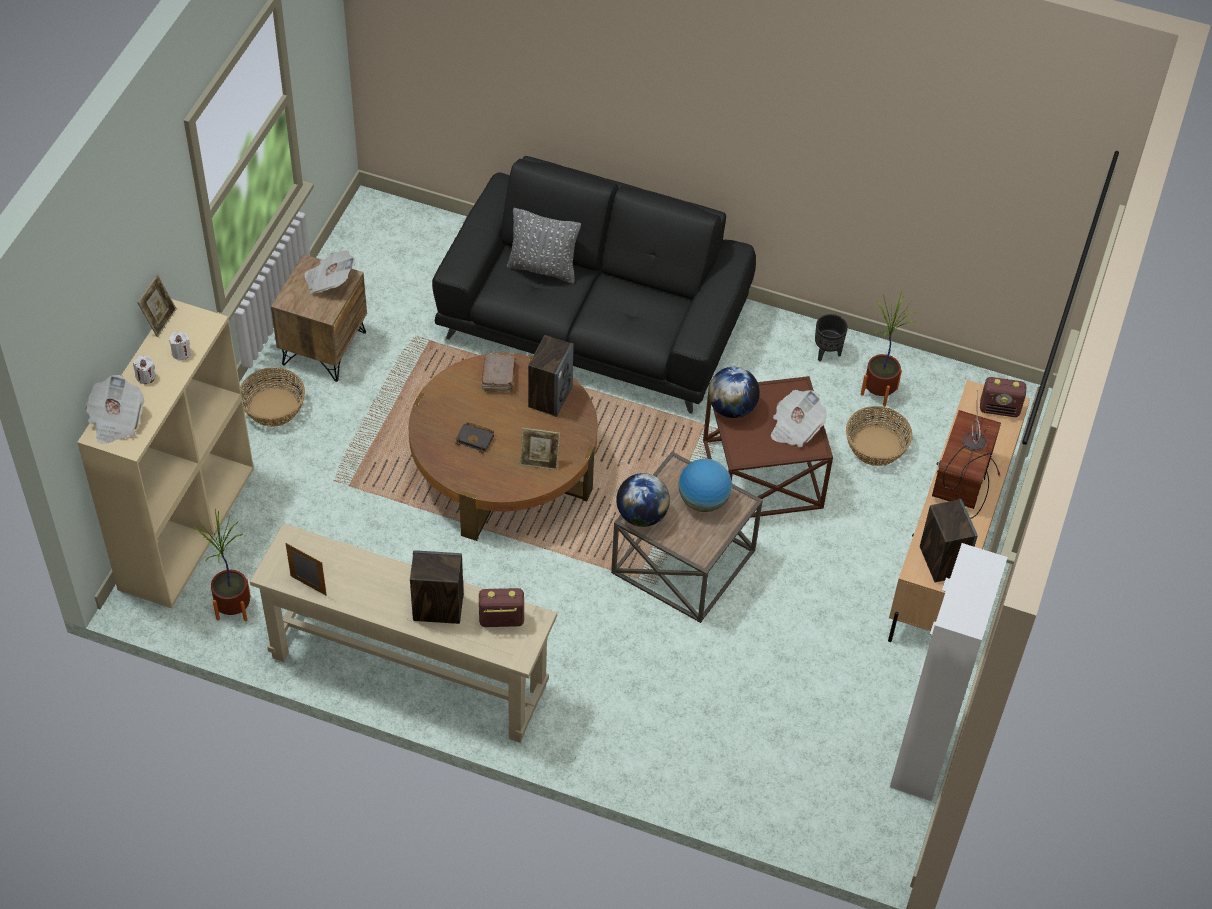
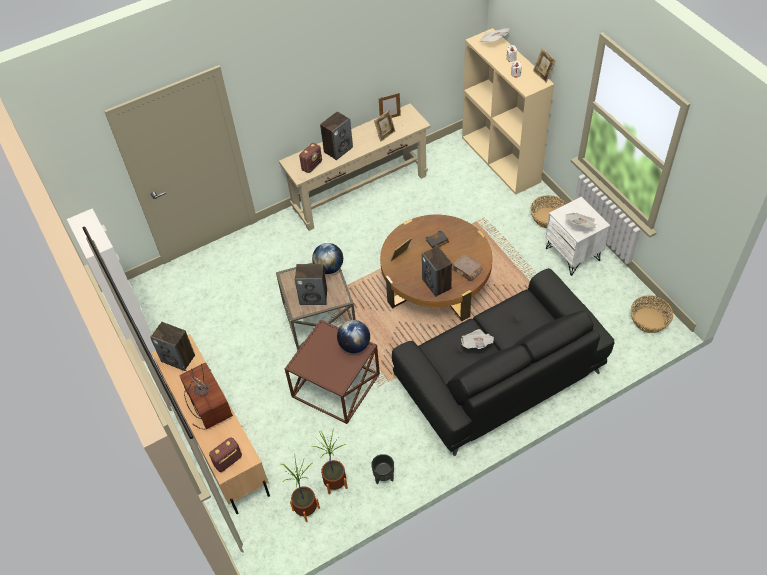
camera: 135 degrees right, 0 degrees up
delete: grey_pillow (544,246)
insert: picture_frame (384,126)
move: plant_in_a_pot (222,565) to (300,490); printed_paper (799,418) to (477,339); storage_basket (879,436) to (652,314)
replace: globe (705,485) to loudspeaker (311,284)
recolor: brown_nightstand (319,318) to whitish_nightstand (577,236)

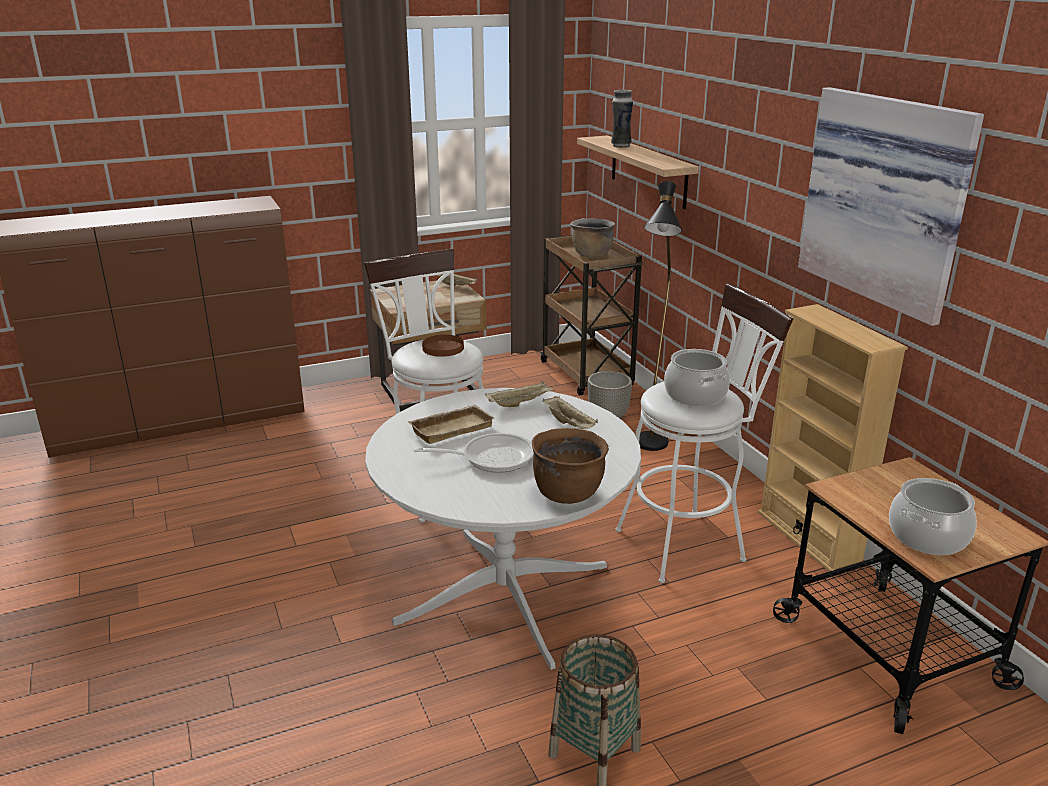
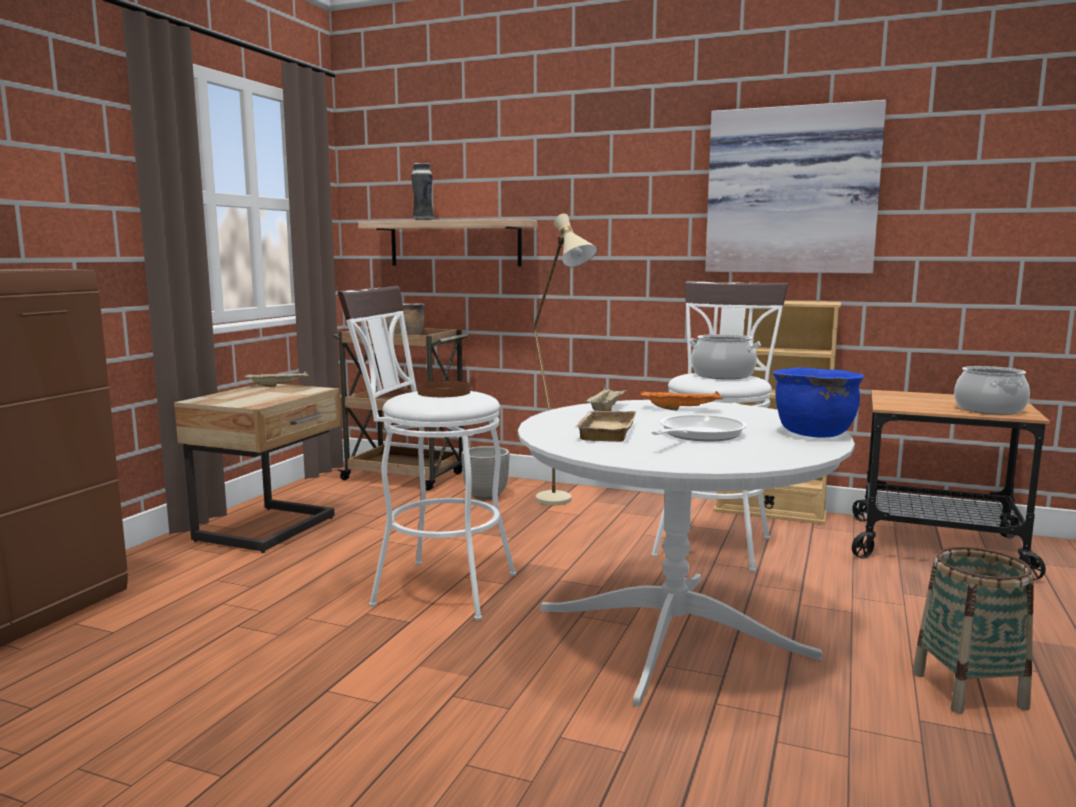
camera: 45 degrees left, 15 degrees down
recolor: brown_stockpot (570,466) to bluish_stockpot (818,403); beige-coloured_serving_tray (570,412) to orangey_serving_tray (681,401); blackish_floor_lamp (660,316) to beige-coloured_floor_lamp (566,359)

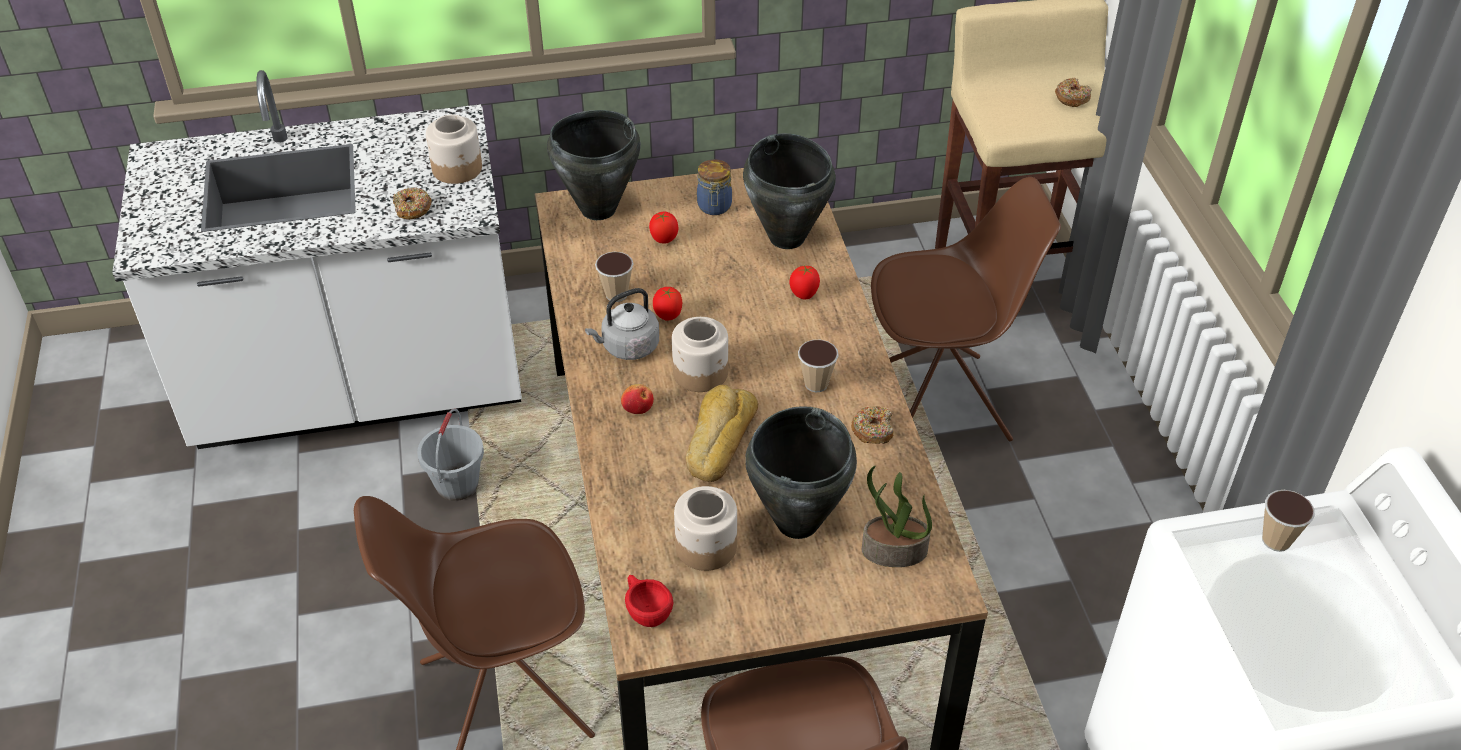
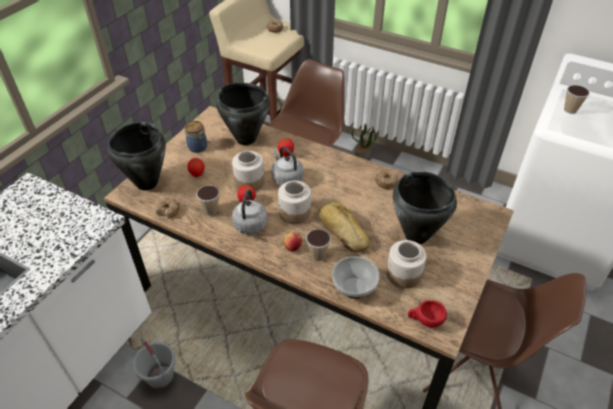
camera: 50 degrees left, 0 degrees up
insert: grey_tea_kettle (287,166); serving_bowl (355,277)
move: doughnut (412,203) to (167,208); storage_jar (454,149) to (248,171); cup (818,366) to (318,245); plant_in_a_pot (897,516) to (364,141)

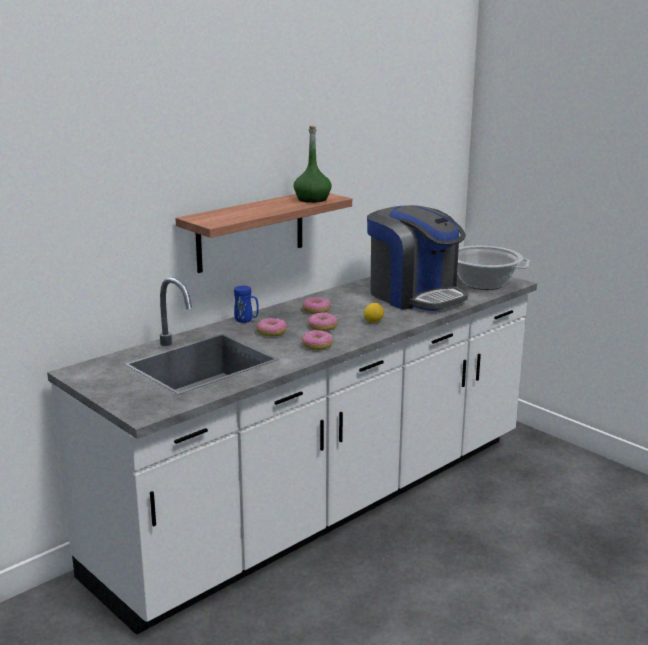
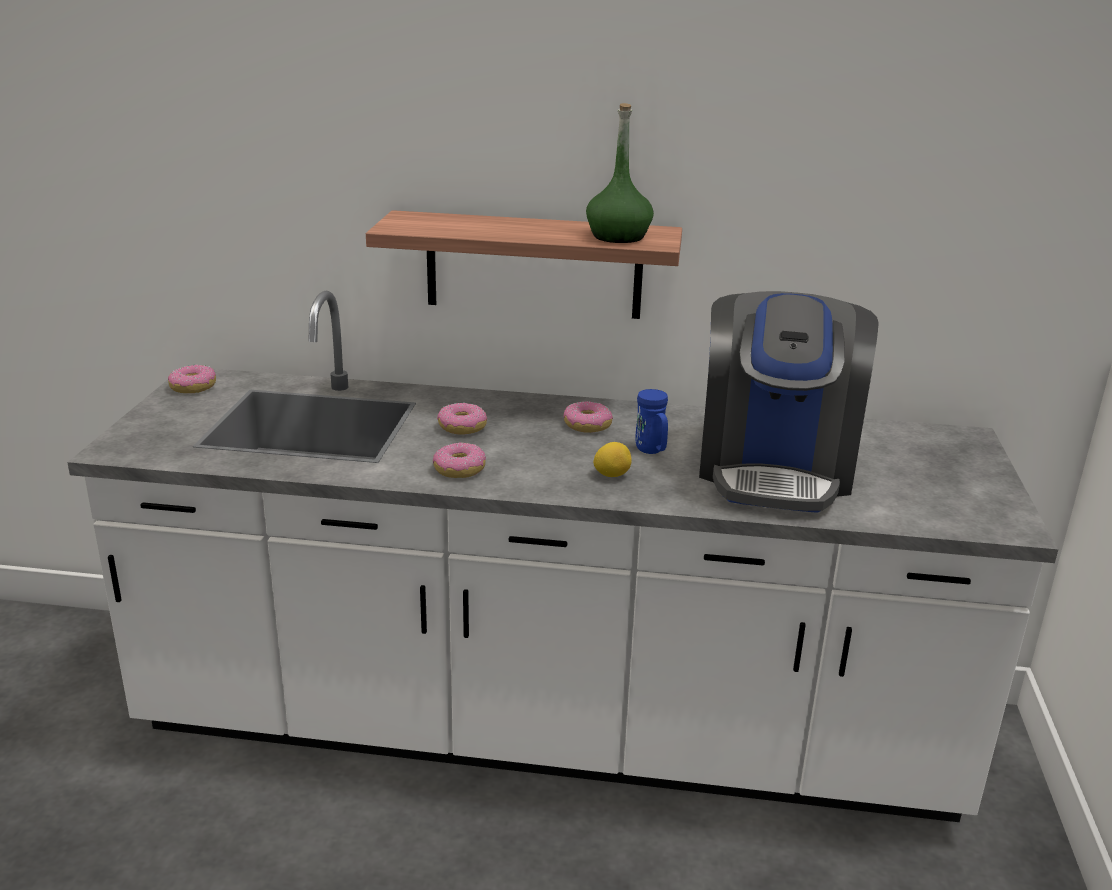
camera: 50 degrees right, 5 degrees up
delete: stockpot (493,268)
move: bluish_mug (246,304) to (651,421); doughnut (322,321) to (192,378)

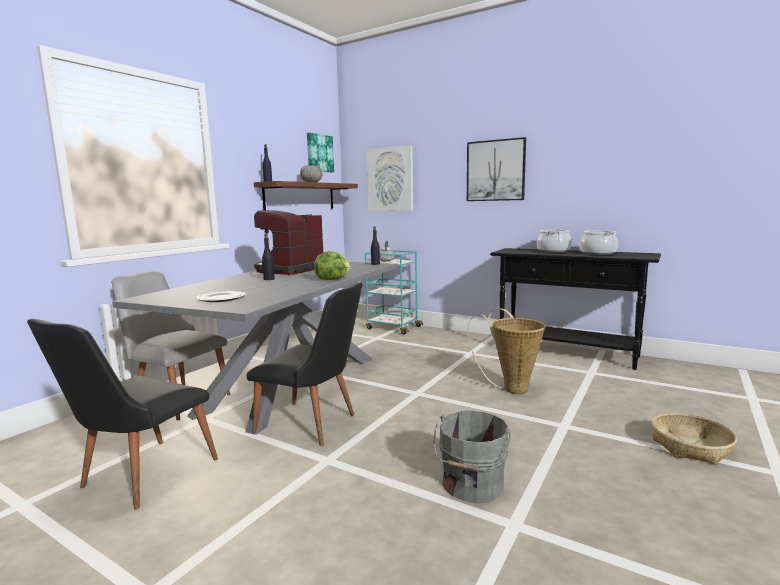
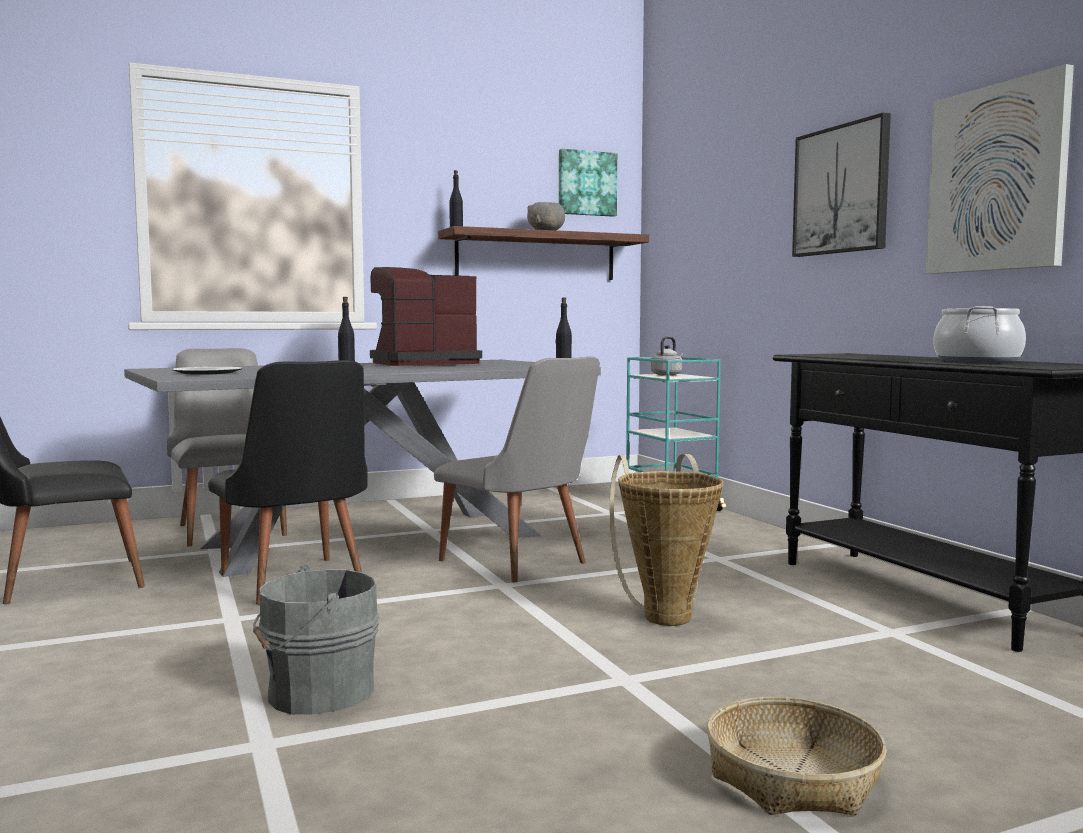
camera: 35 degrees right, 5 degrees down
delete: lettuce (332,265); stockpot (554,240)
insert: grey_upright_chair (517,469)
move: wall_picture (389,178) to (1000,169)

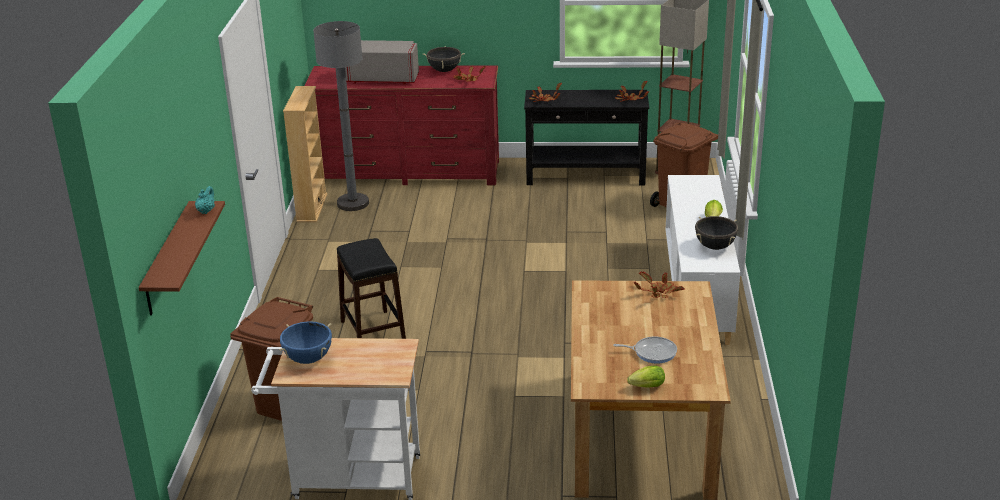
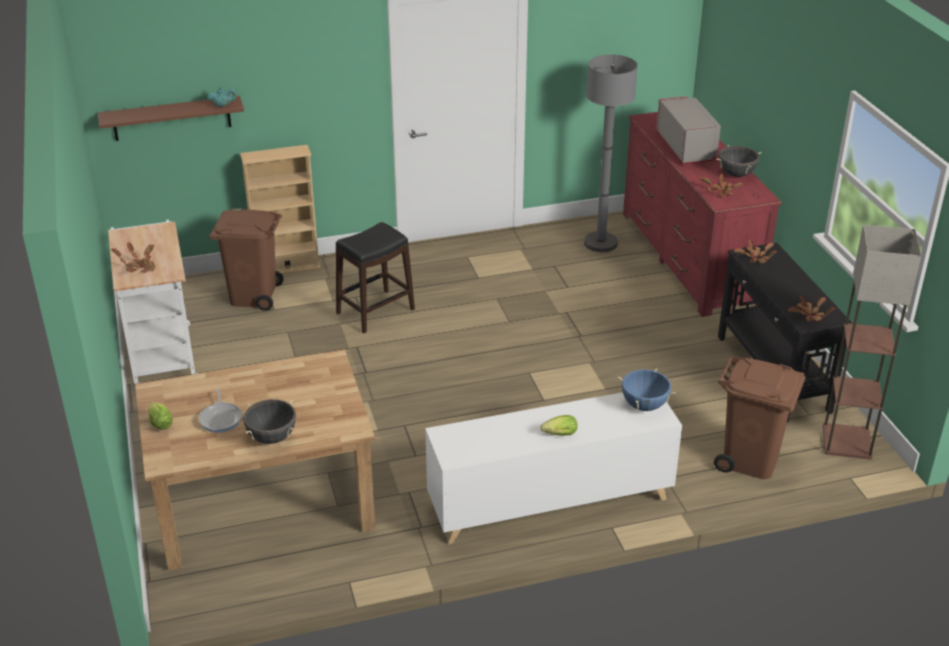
camera: 70 degrees right, 5 degrees up
move: bluish_stockpot (305,342) to (647,389); beige-coloured_bookshelf (305,154) to (280,209); plant_in_a_pot (659,284) to (133,257); blackish_stockpot (716,233) to (269,421)

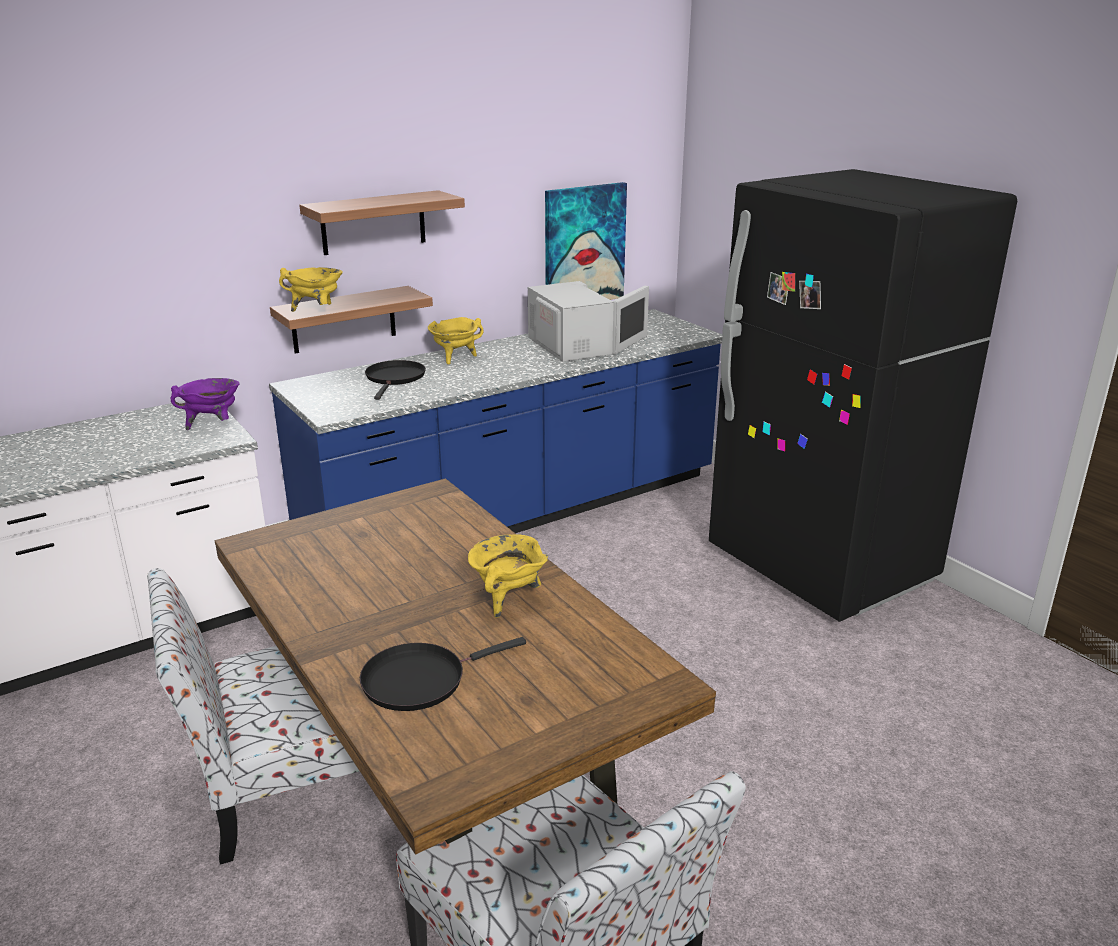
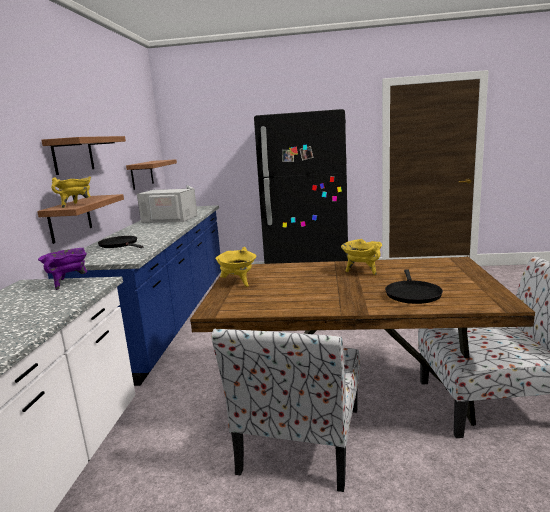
camera: 50 degrees left, 10 degrees down
move: yellow_stockpot (456,341) to (235,267)
replace: wall_picture (586,241) to bracket_shelf (151,174)

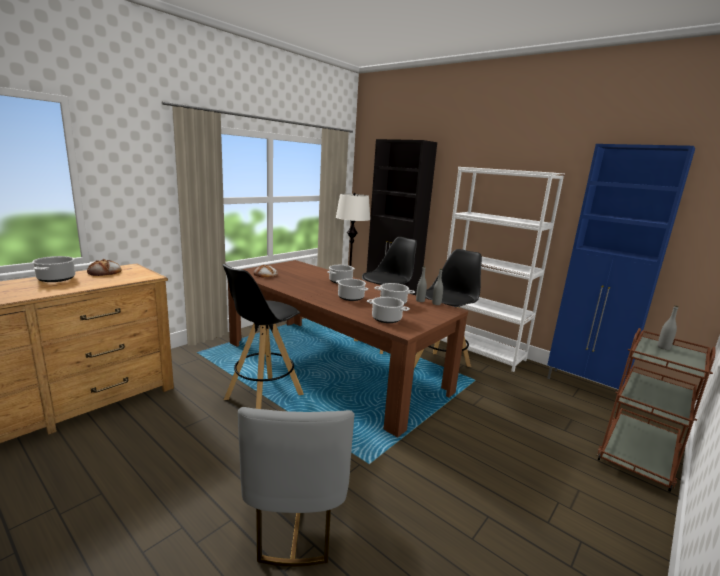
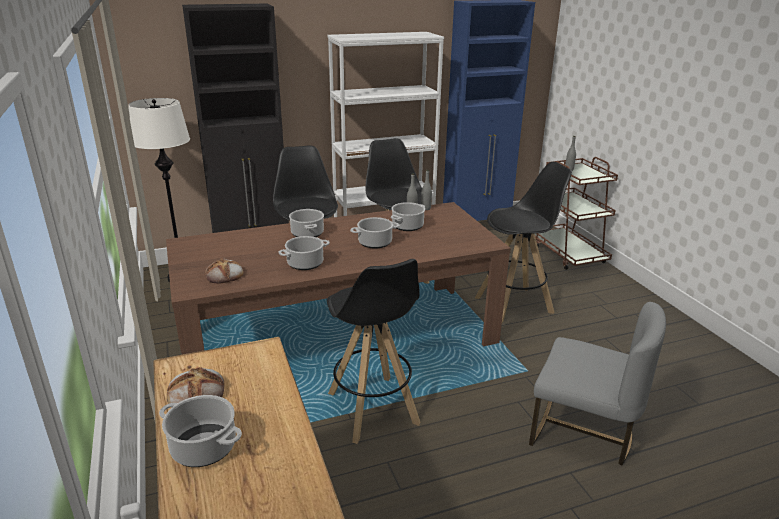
camera: 60 degrees left, 10 degrees up
insert: blackish_sitting_stool (523,242)
move: stockpot (388,310) to (304,253)

